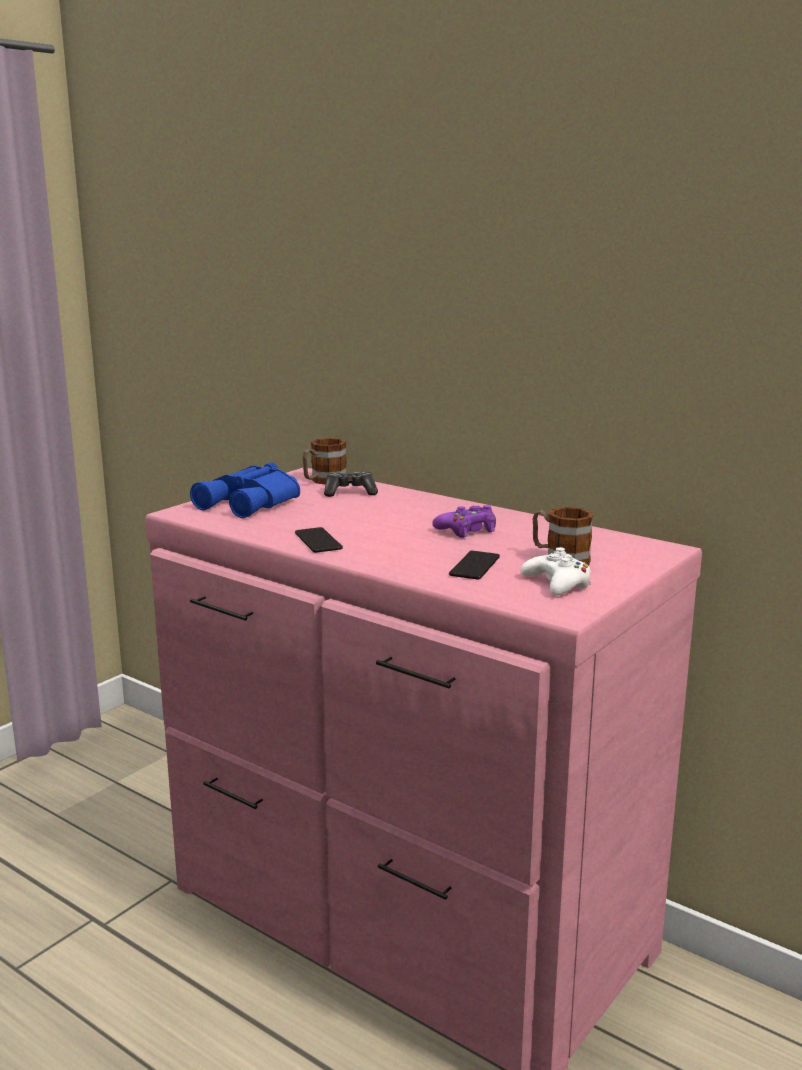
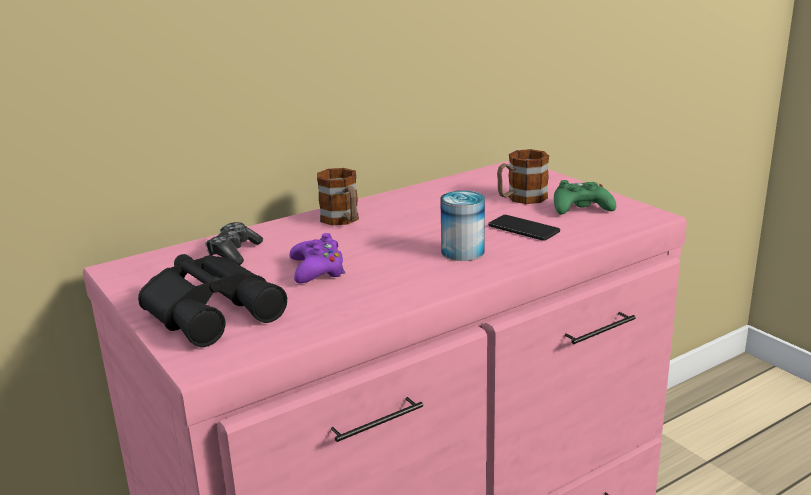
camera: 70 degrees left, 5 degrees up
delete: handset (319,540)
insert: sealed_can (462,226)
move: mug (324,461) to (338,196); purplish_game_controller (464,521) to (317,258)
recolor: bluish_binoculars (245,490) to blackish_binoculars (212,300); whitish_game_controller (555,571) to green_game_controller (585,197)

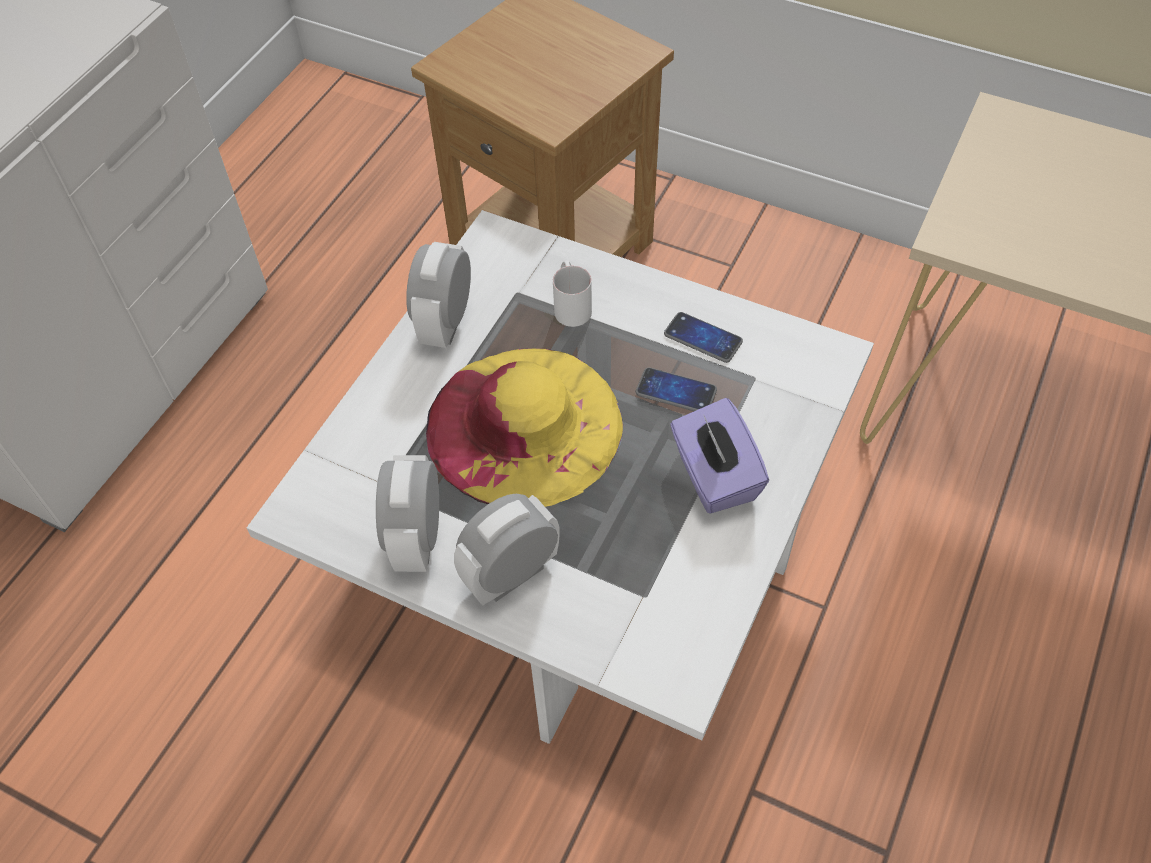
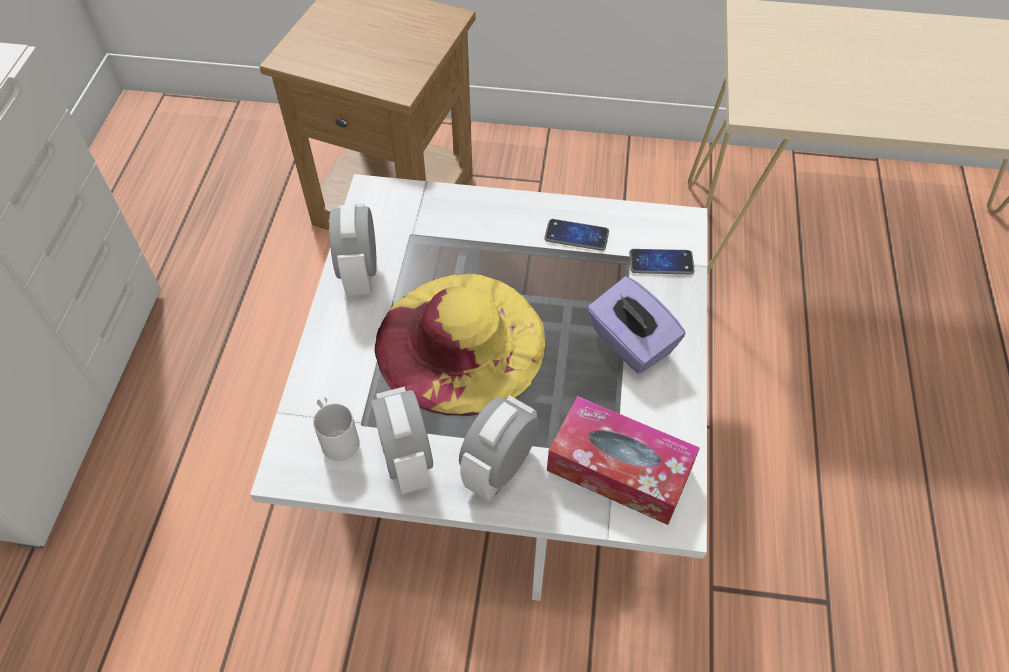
camera: 20 degrees left, 0 degrees up
insert: box_of_tissues (623,460)
move: whitish_mug (572,293) to (336,429); handset (676,389) to (661,261)

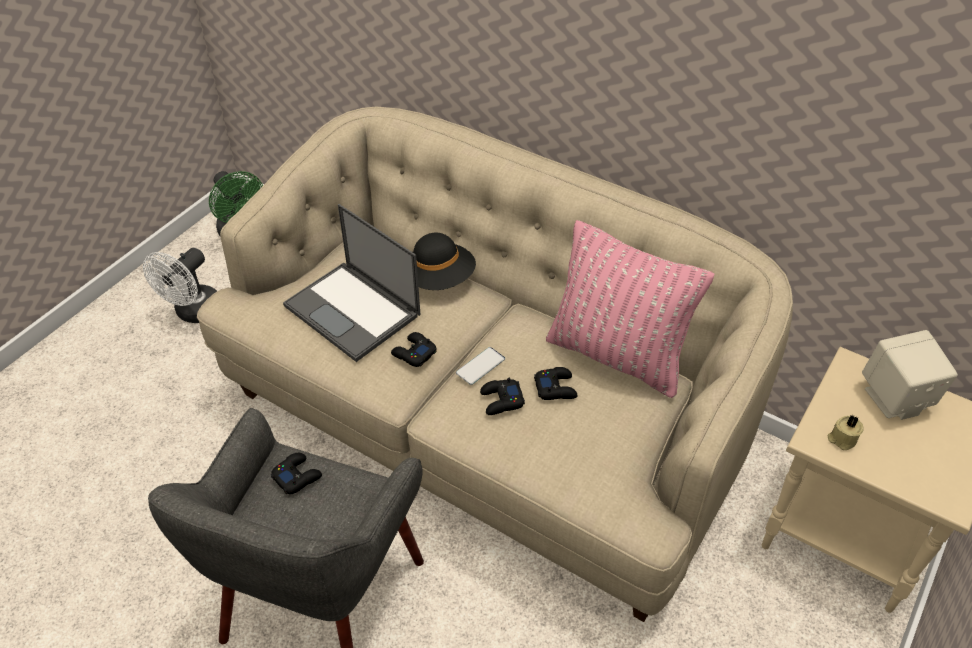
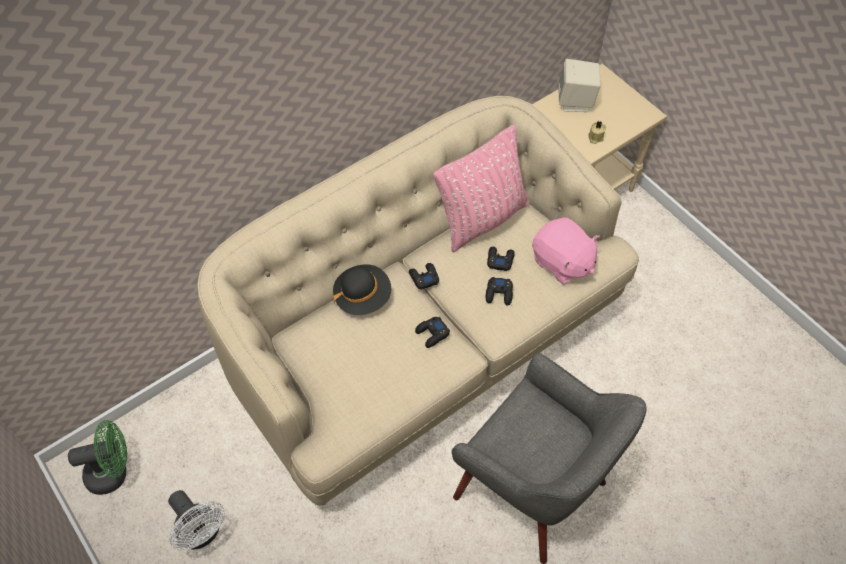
camera: 70 degrees left, 10 degrees up
delete: portable_computer (352,283); handset (480,366)
insert: pink-coloured_soft_toy (566,250)
move: blackish_game_controller (296,473) to (424,276)

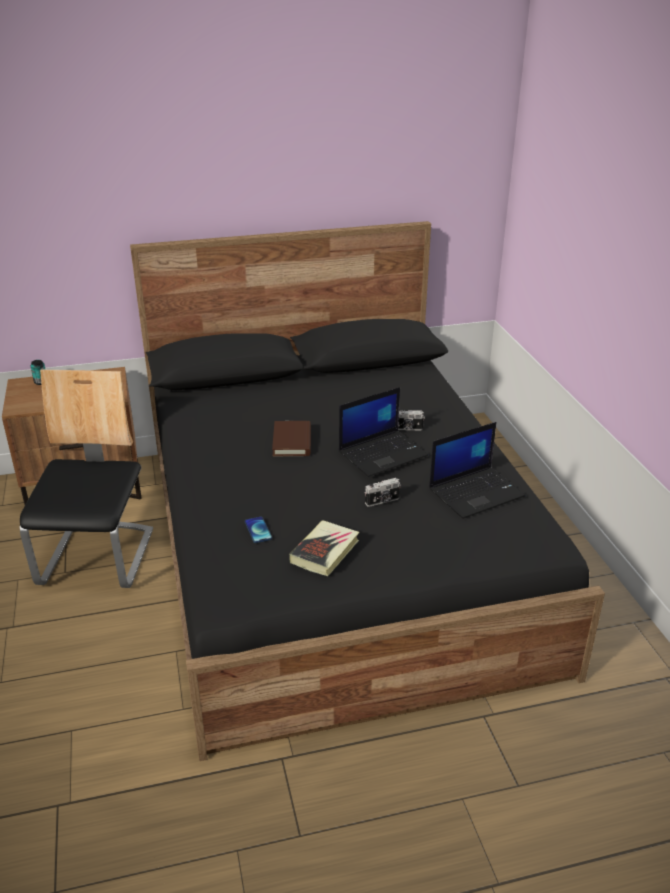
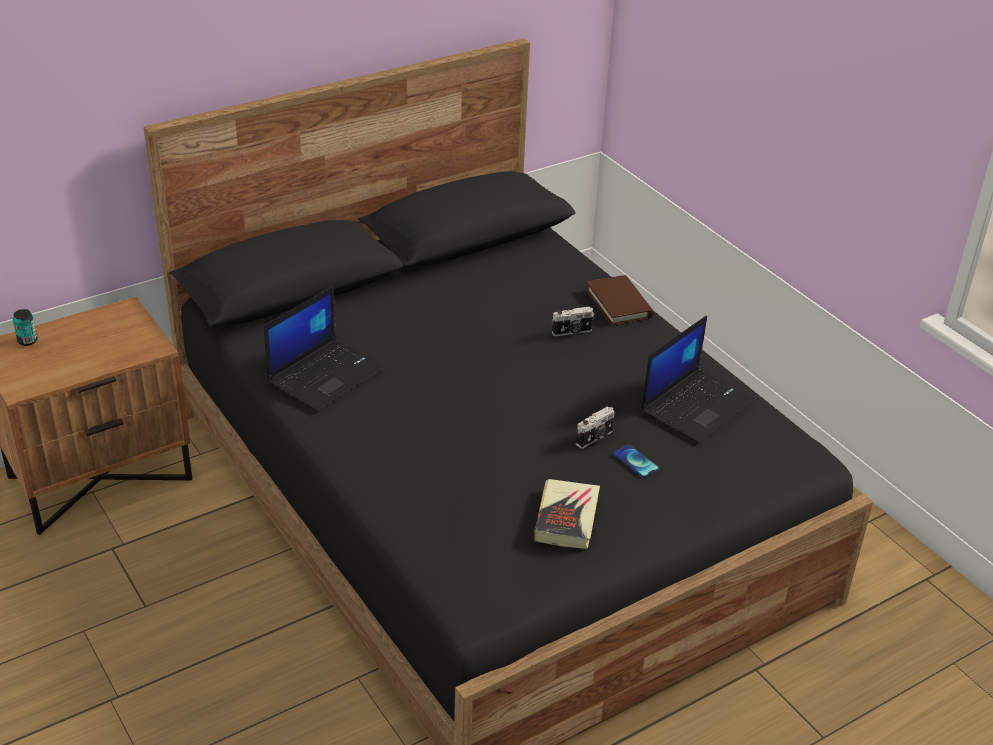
camera: 20 degrees left, 5 degrees up
delete: upright_chair (86,478)
move: handset (258,530) to (636,461); brown_volume (291,439) to (620,300); portable_computer (383,432) to (324,348)

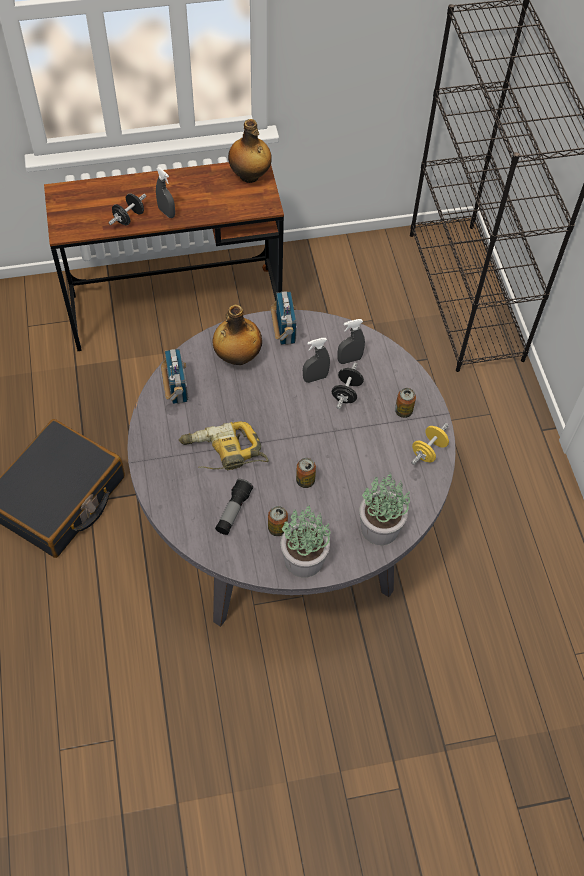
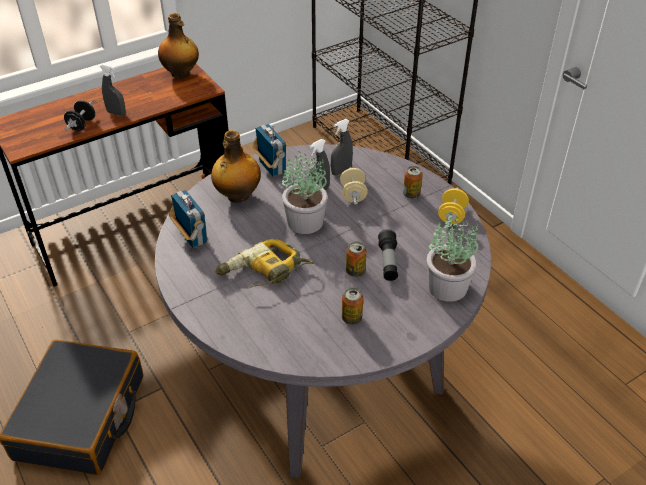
camera: 20 degrees left, 15 degrees down
move: torch (234,507) to (388,255); plant_in_a_pot (306,540) to (305,192)
recolor: blackish_dumbbell (348,386) to beige-coloured_dumbbell (354,186)

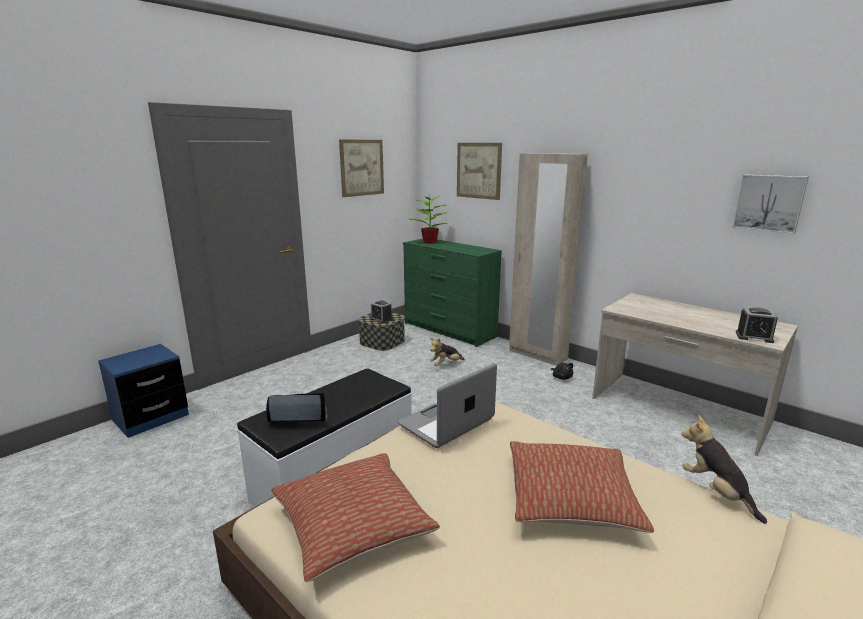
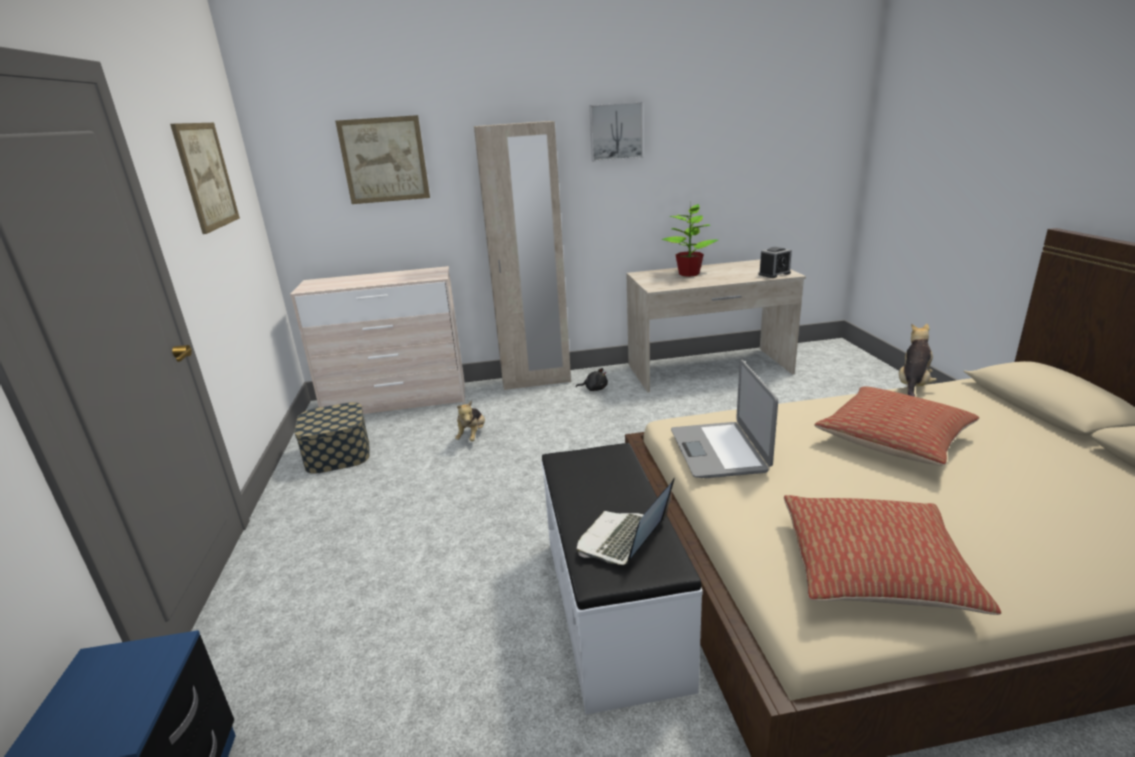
camera: 50 degrees left, 5 degrees up
delete: alarm_clock (382,311)
move: plant_in_a_pot (429,219) to (689,240); wall_picture (770,204) to (616,132)
recolor: green_chest_of_drawers (452,293) to beige-coloured_chest_of_drawers (377,340)
rotate: soft_toy (724,469) = (918,360) 105 degrees clockwise

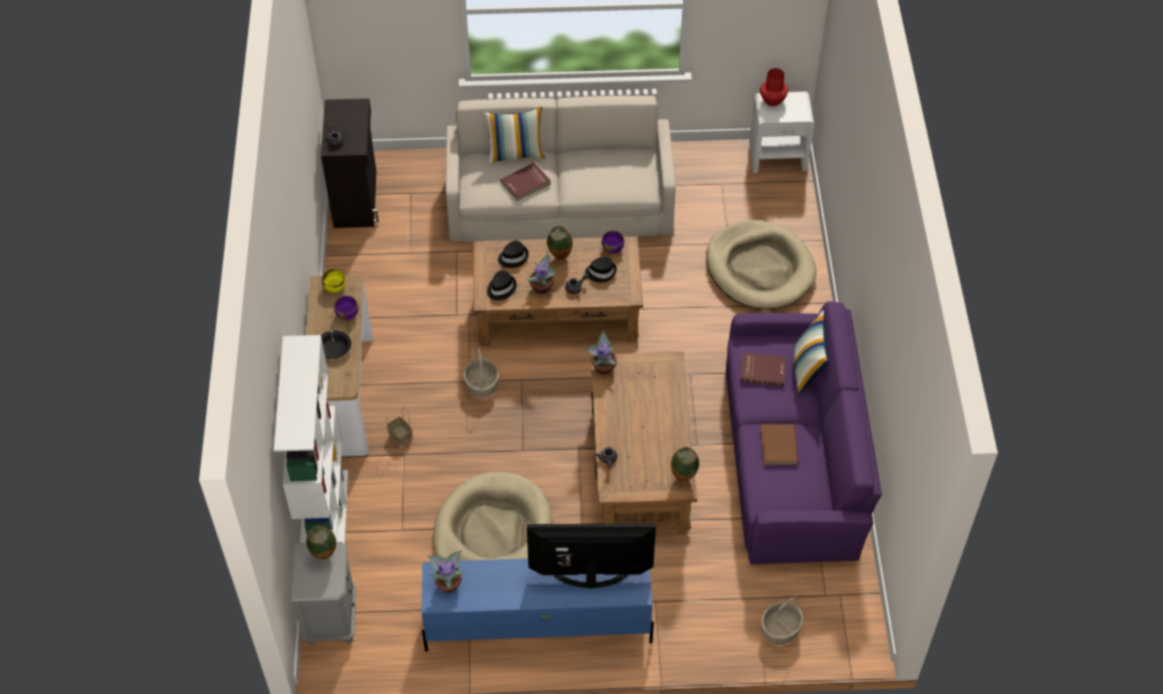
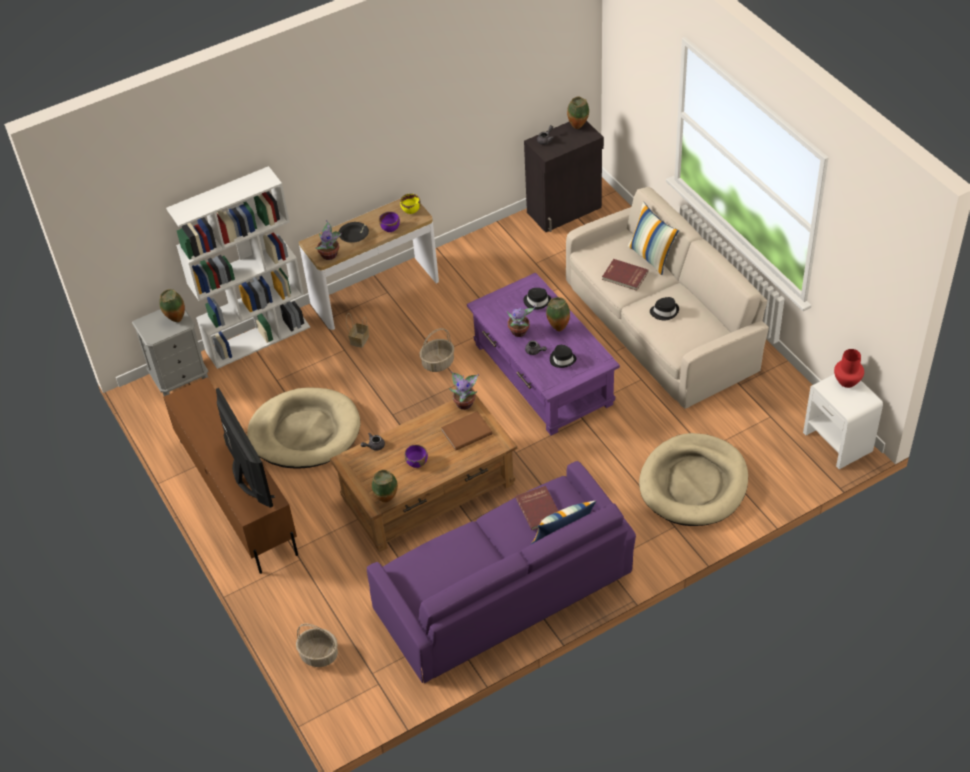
camera: 65 degrees right, 5 degrees down
insert: decorative_vase (578,112)
move: plant_in_a_pot (446,571) to (328,240); blackish_clothing_hat (502,285) to (664,309); purplish_serving_bowl (612,242) to (416,456); brown_volume (779,444) to (467,431)
recolor: bluish_tv_stand (538,605) to brown_tv_stand (230,476); brown_low_table (558,291) to purplish_low_table (543,354)

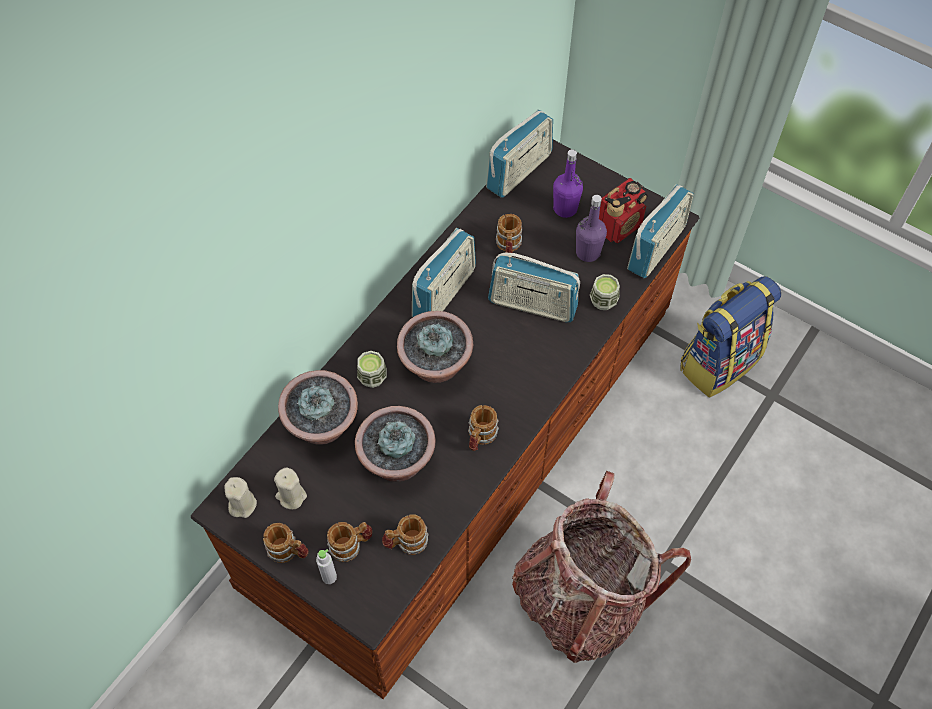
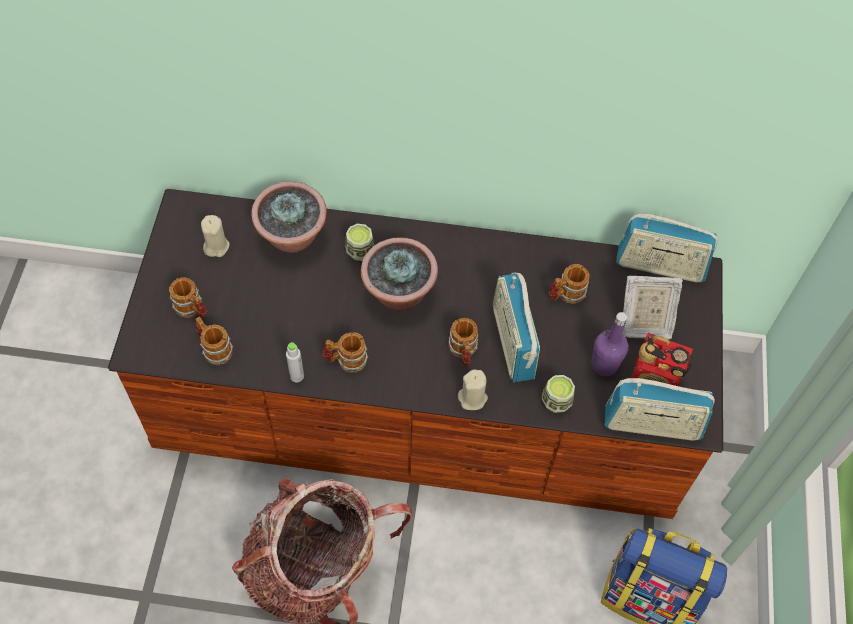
camera: 60 degrees right, 0 degrees up
delete: plant_in_a_pot (395,444); radio_receiver (444,272)
move: beige-coloured_wax_candle (240,497) to (473,390); mug (285,543) to (463,342); grey_drink_bottle (326,566) to (295,362)
replace: purplish_drink_bottle (568,183) to picture_frame (652,307)

